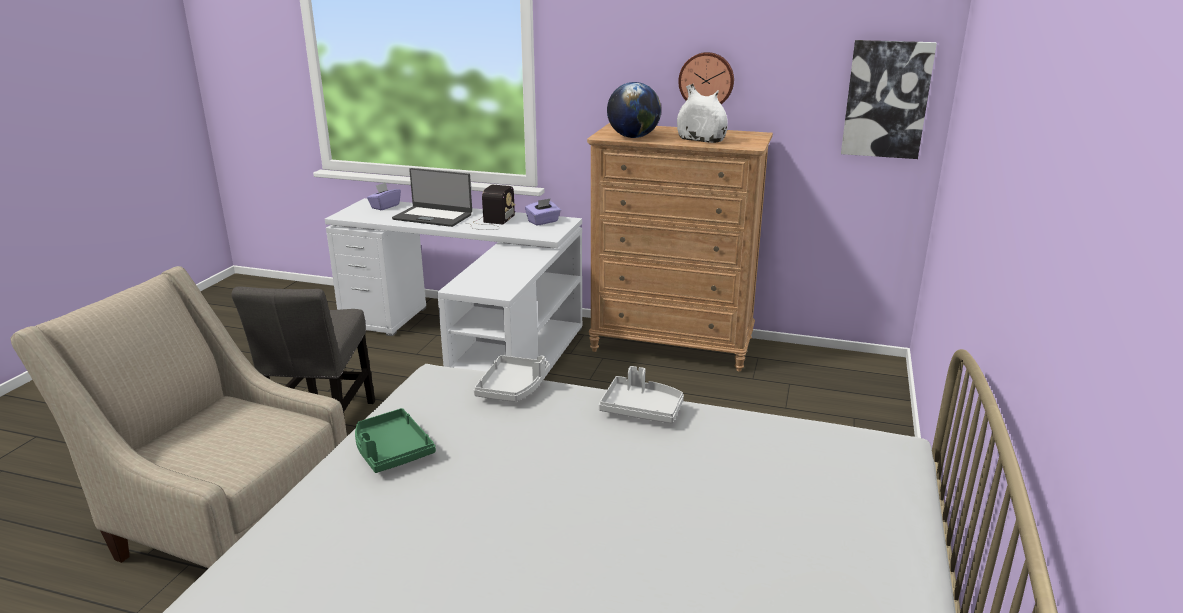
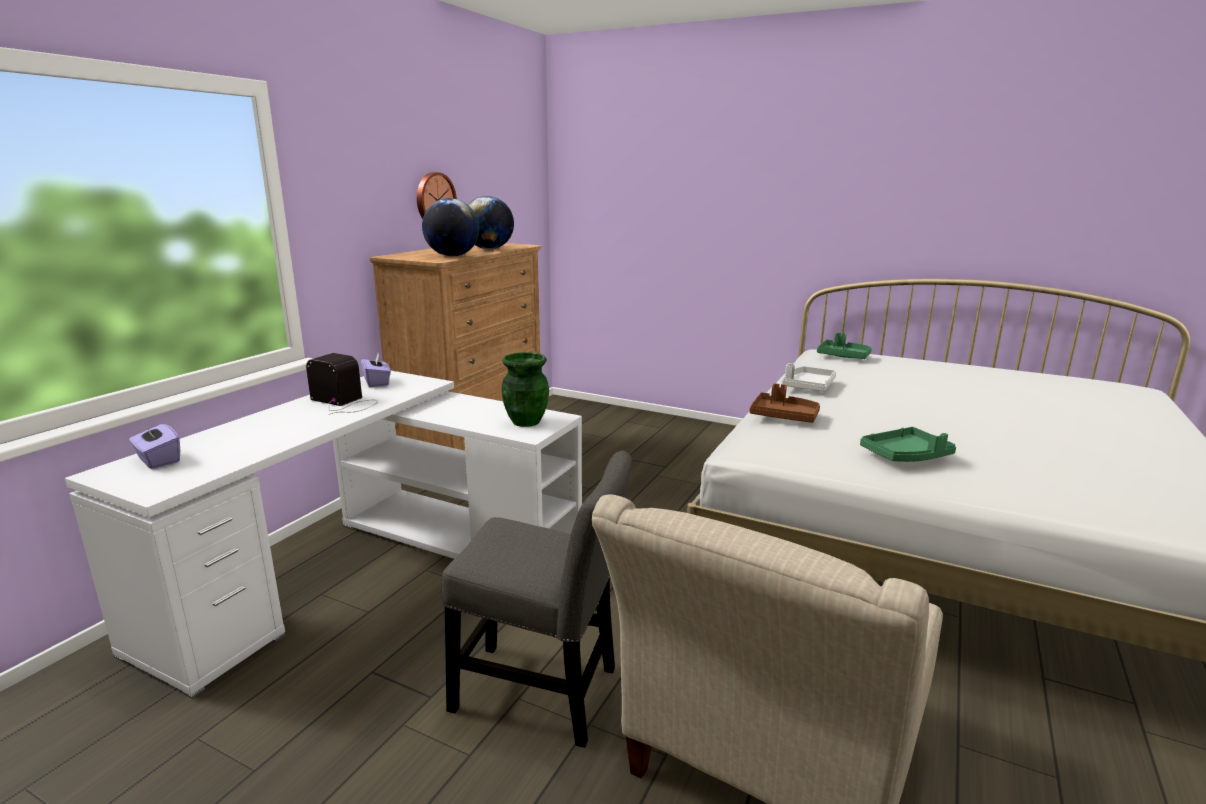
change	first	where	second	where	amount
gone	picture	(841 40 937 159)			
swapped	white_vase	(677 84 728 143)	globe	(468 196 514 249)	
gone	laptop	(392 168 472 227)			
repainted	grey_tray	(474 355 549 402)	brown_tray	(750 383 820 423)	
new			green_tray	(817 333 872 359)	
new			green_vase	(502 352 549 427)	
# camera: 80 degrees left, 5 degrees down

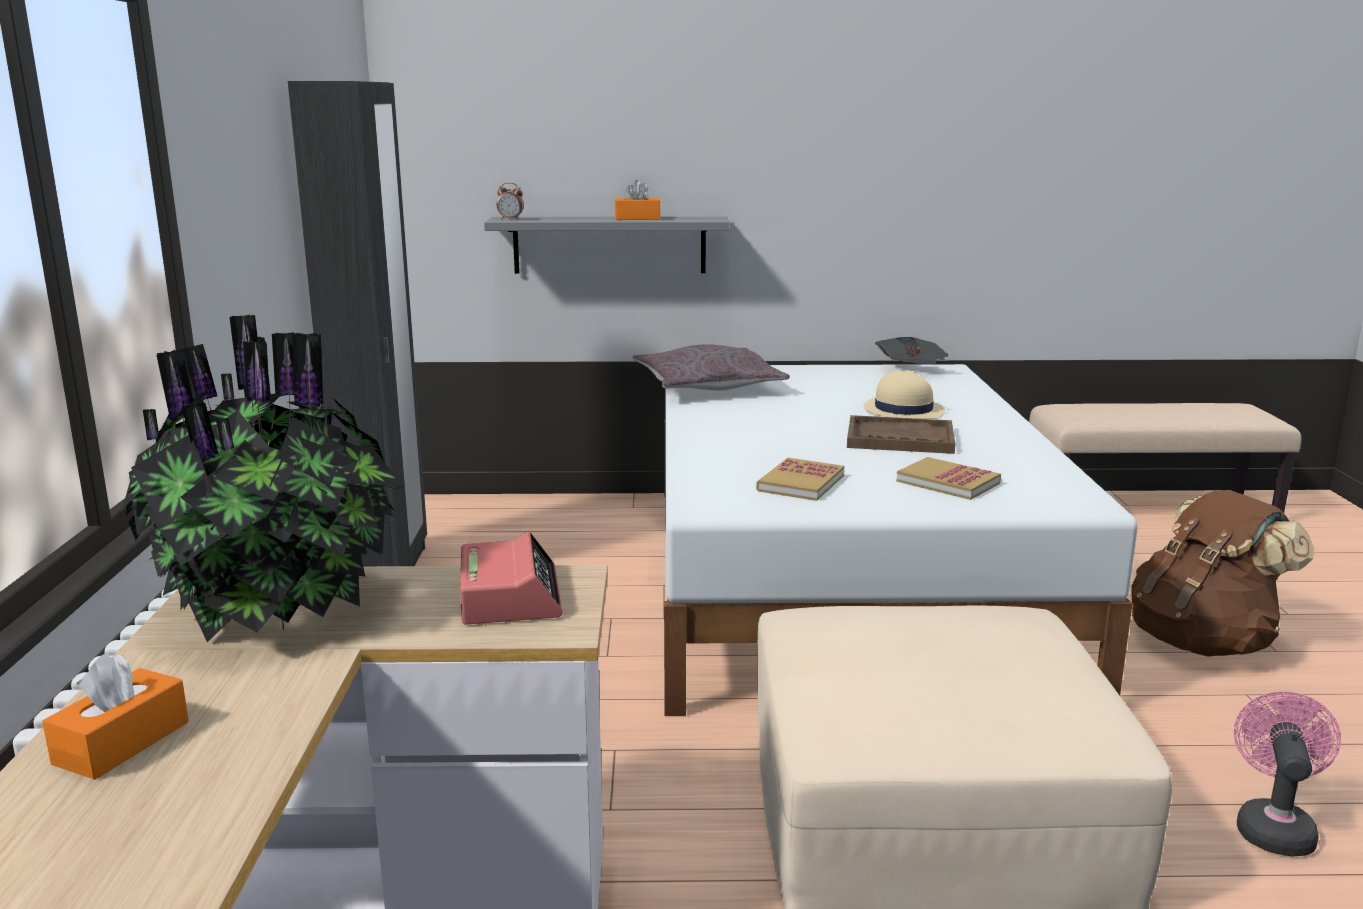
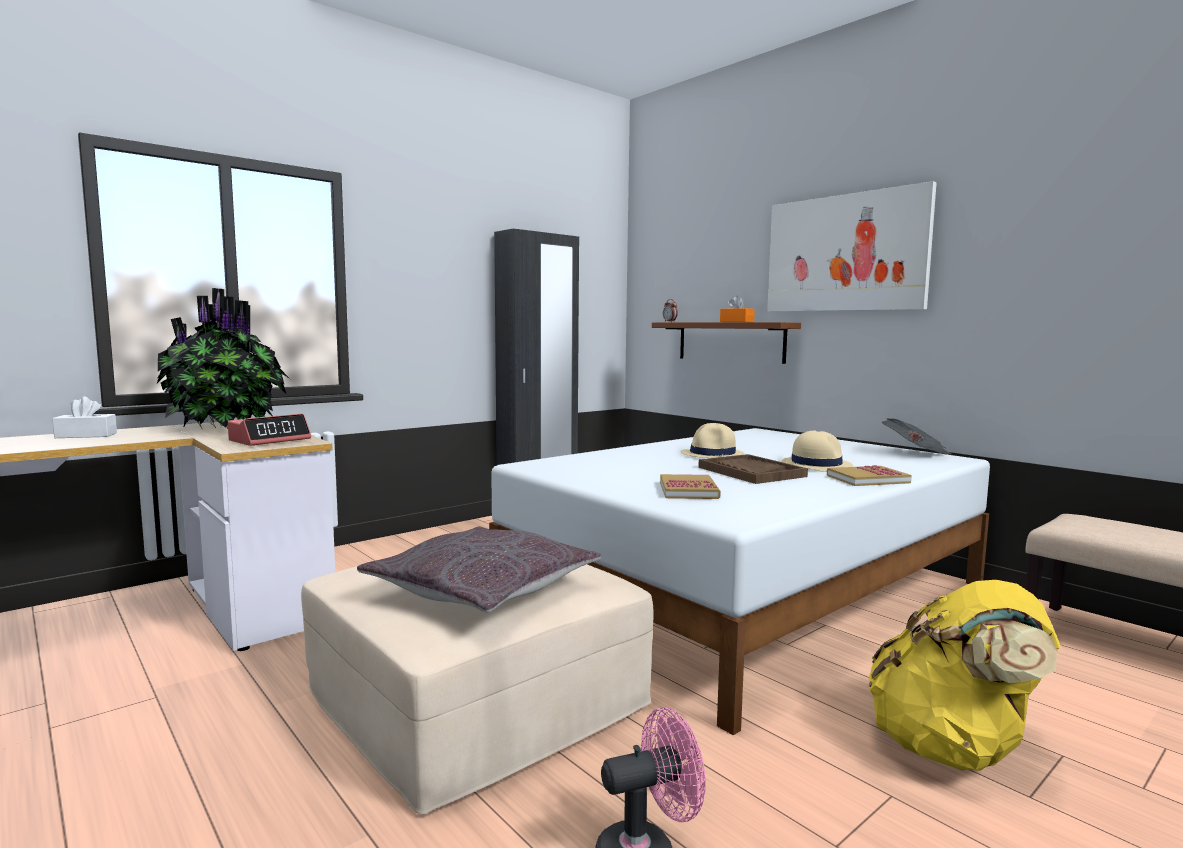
change	first	where	second	where	amount
repainted	grey_shelf	(484 217 729 274)	brown_shelf	(652 322 801 364)	
shifted	grey_pillow	(632 344 790 390)		(357 526 601 613)	
shifted	book	(756 458 844 501)		(827 465 912 486)	
repainted	brown_backpack	(1132 490 1314 657)	yellow_backpack	(868 580 1061 771)	
repainted	orange_tissue_box	(42 653 189 780)	white_tissue_box	(52 396 117 438)	
new			picture	(767 181 937 312)	
new			beige_hat	(681 423 745 458)	
# camera: 50 degrees right, 10 degrees down

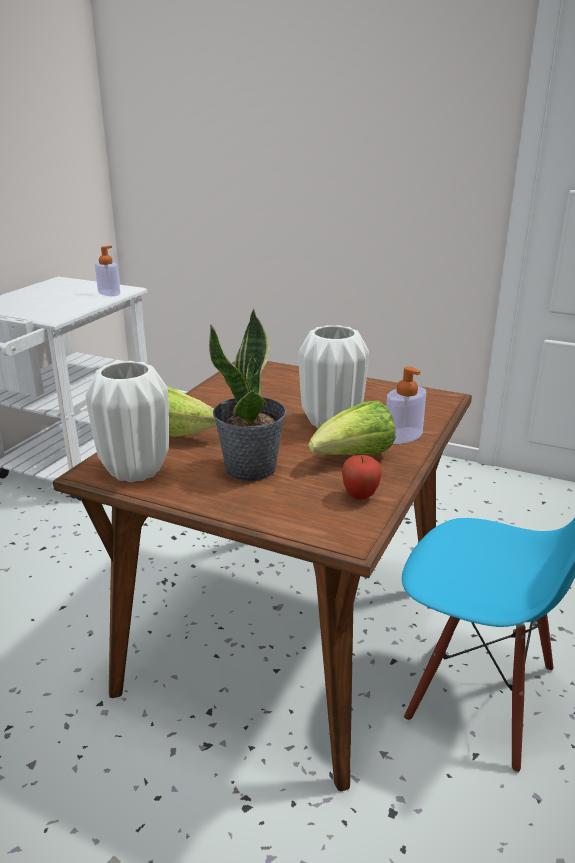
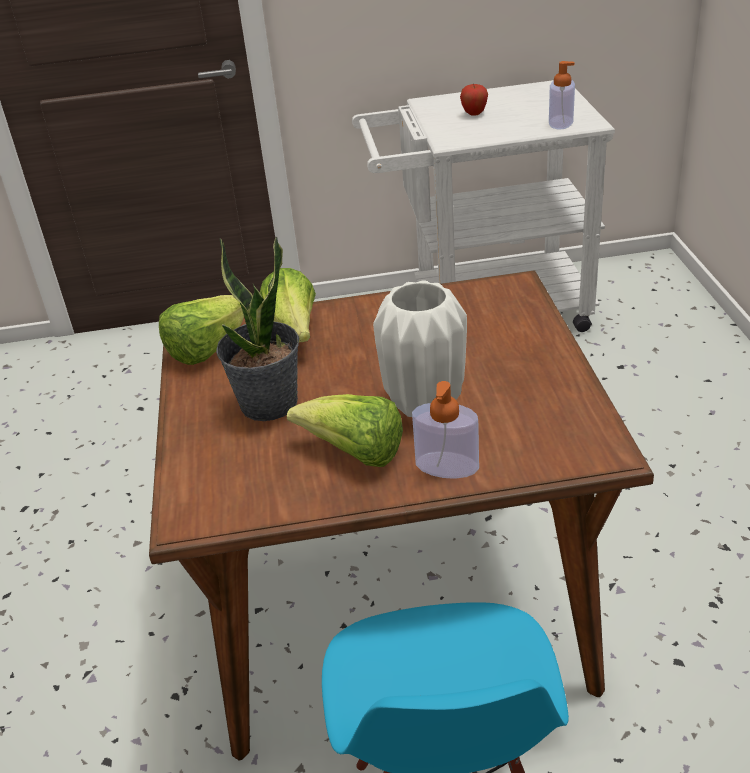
change	first	where	second	where	amount
swapped	white_vase	(86 361 169 482)	lettuce	(159 295 244 365)	
shifted	apple	(342 455 382 500)		(460 84 488 115)	
# camera: 60 degrees right, 10 degrees up

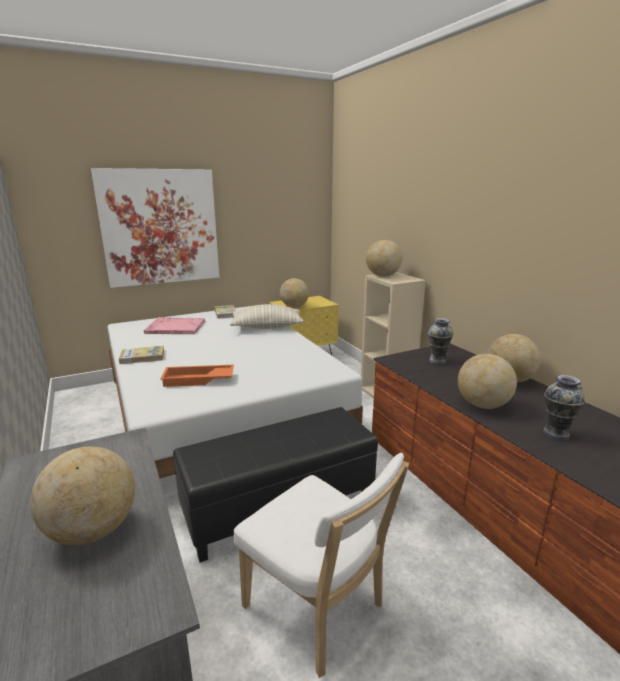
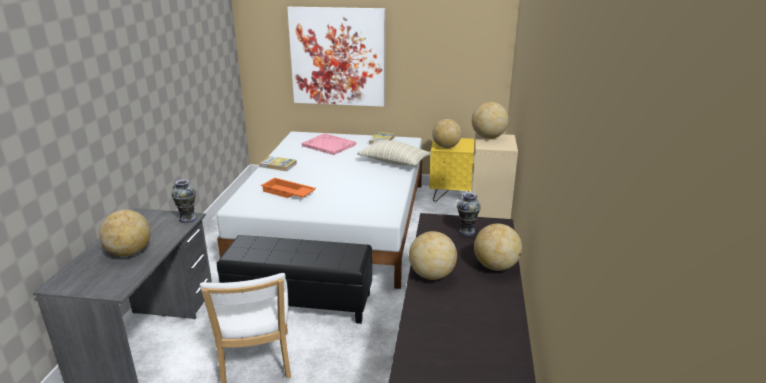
change	first	where	second	where	amount
shifted	vase	(543 375 585 441)		(172 179 197 223)	
# camera: 35 degrees right, 5 degrees up

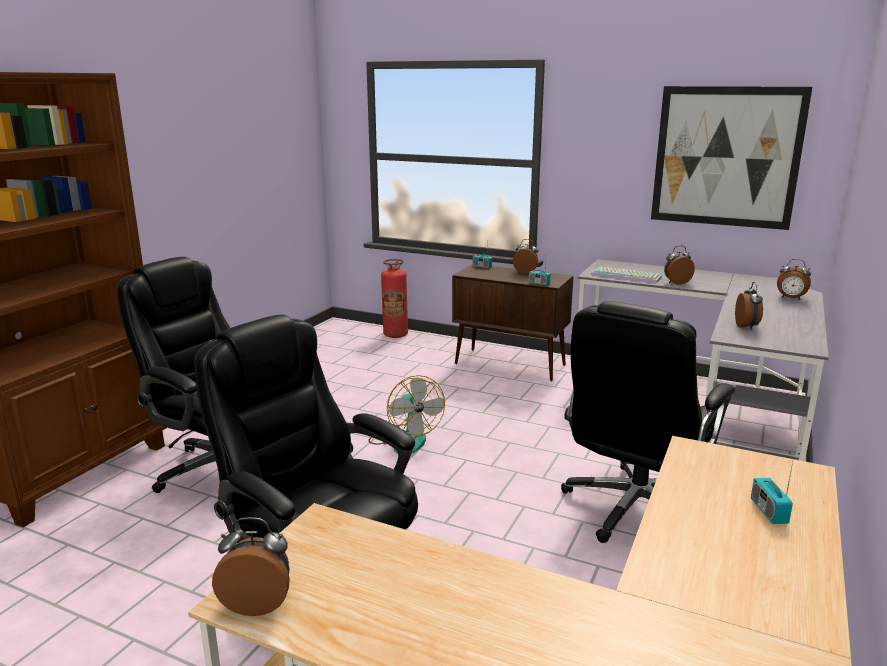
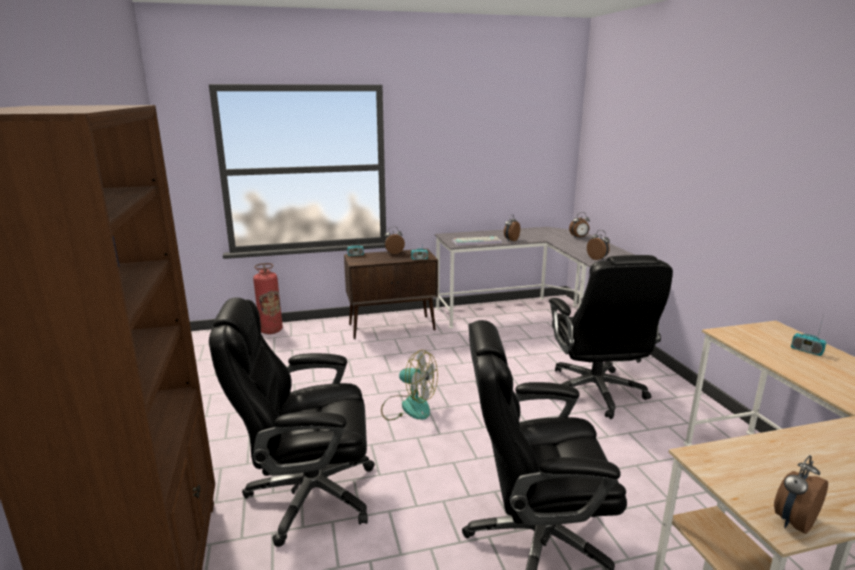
change	first	where	second	where	amount
gone	picture	(651 86 812 230)			
# camera: 40 degrees left, 0 degrees up

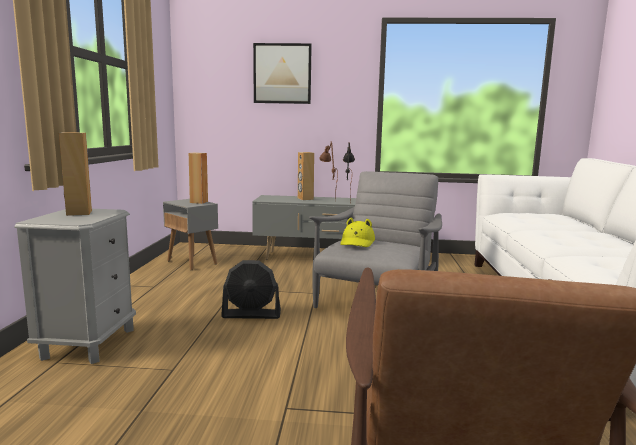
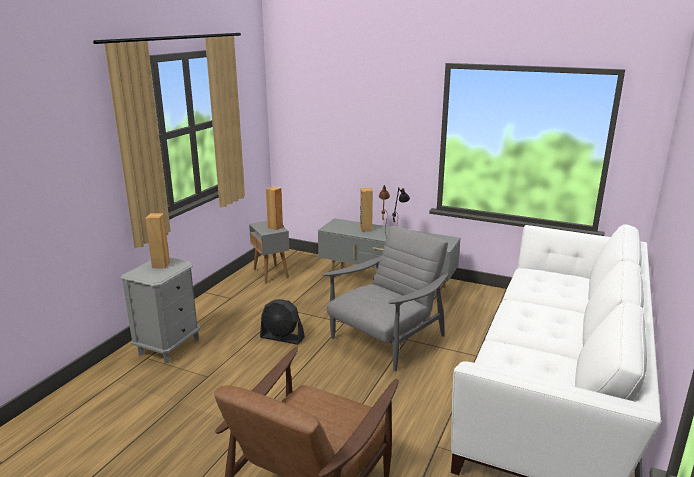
change	first	where	second	where	amount
gone	picture	(253 43 312 104)			
gone	yellow_hat	(340 217 375 247)			
# camera: 20 degrees right, 10 degrees up

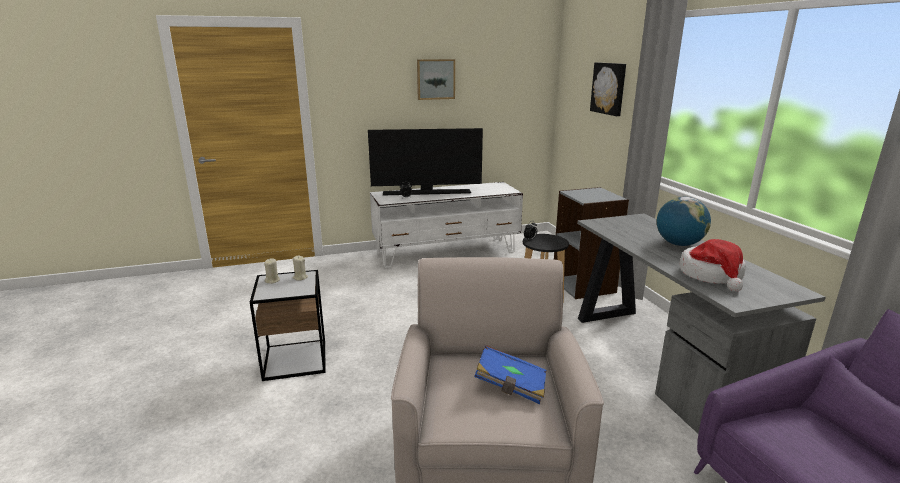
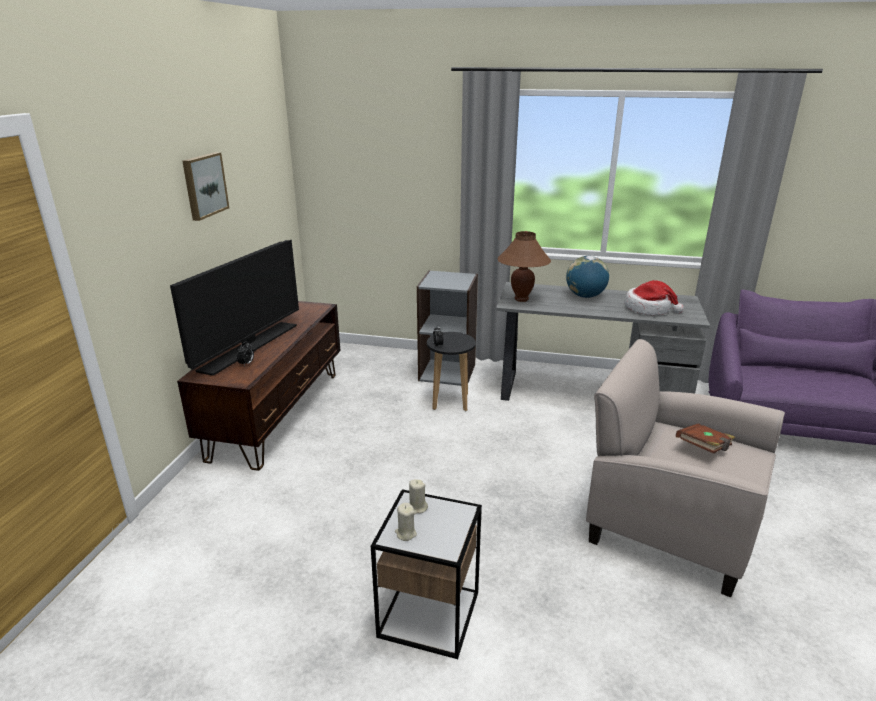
change	first	where	second	where	amount
gone	picture	(590 62 626 116)			
repainted	white_tv_stand	(370 182 523 268)	brown_tv_stand	(177 301 340 471)	
repainted	blue_book	(474 345 546 404)	brown_book	(676 423 735 454)	
new			brown_table_lamp	(497 231 551 302)	
# camera: 60 degrees left, 5 degrees up

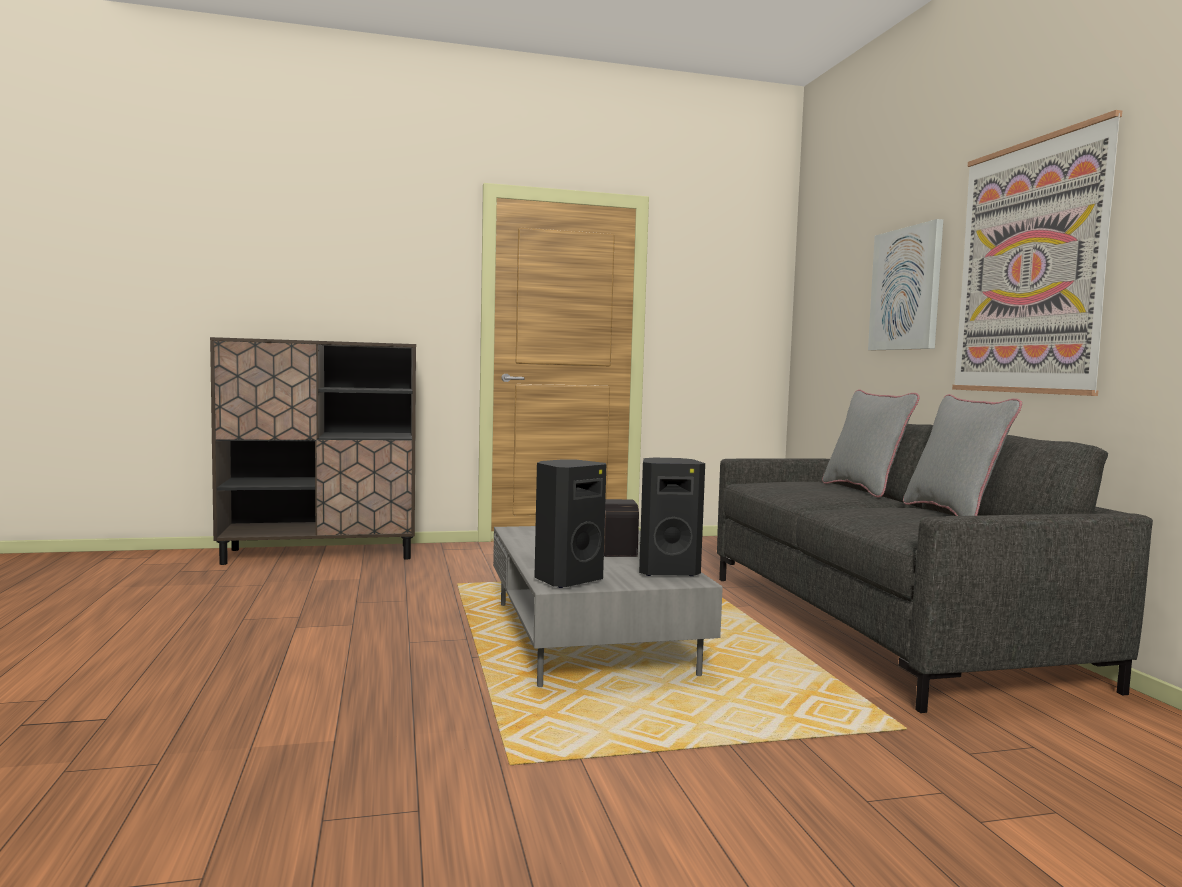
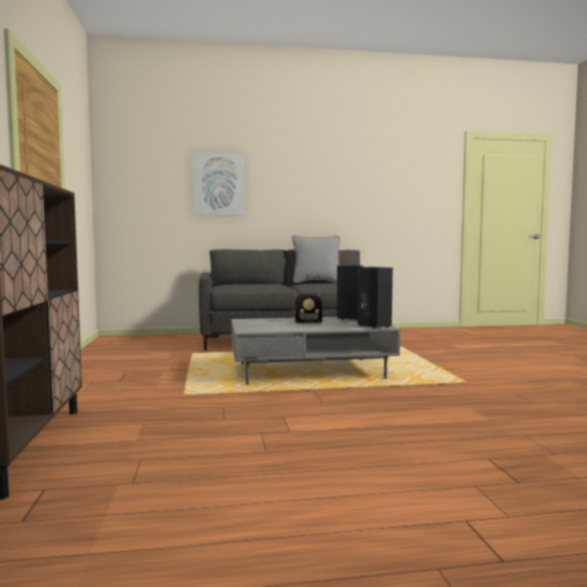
change	first	where	second	where	amount
gone	picture	(952 110 1122 396)			
gone	grey_pillow	(822 389 920 498)			
# camera: 85 degrees left, 0 degrees up

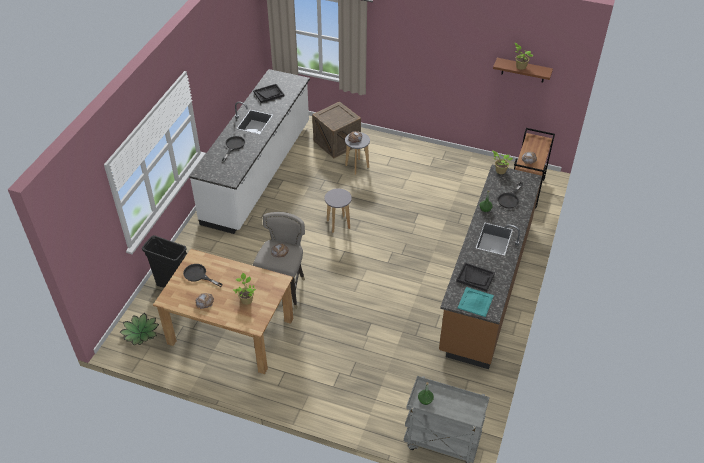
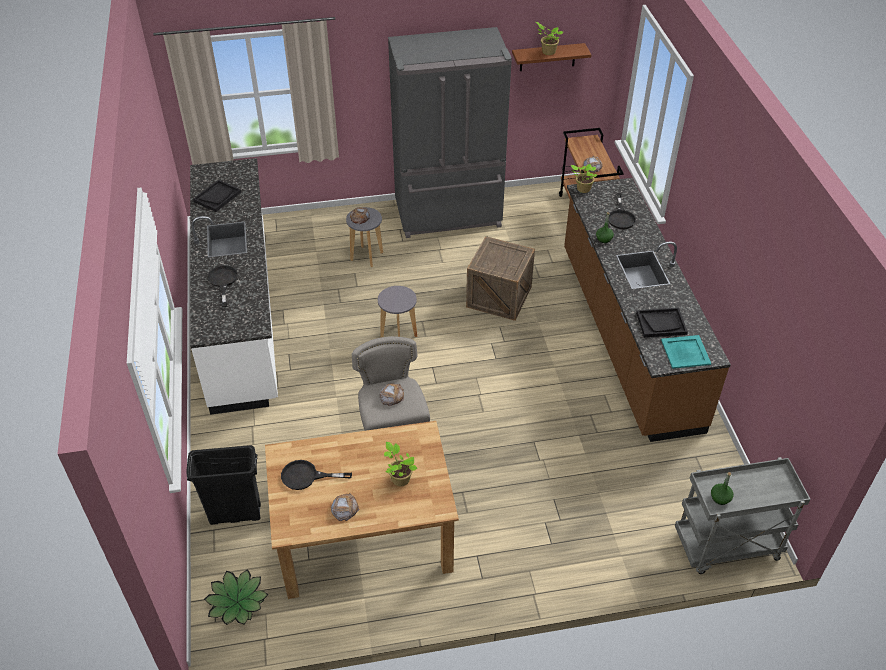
change	first	where	second	where	amount
shifted	crate	(312 101 361 158)		(466 236 535 321)	
new			grey_fridge	(388 27 512 238)	
# camera: 30 degrees left, 0 degrees up

